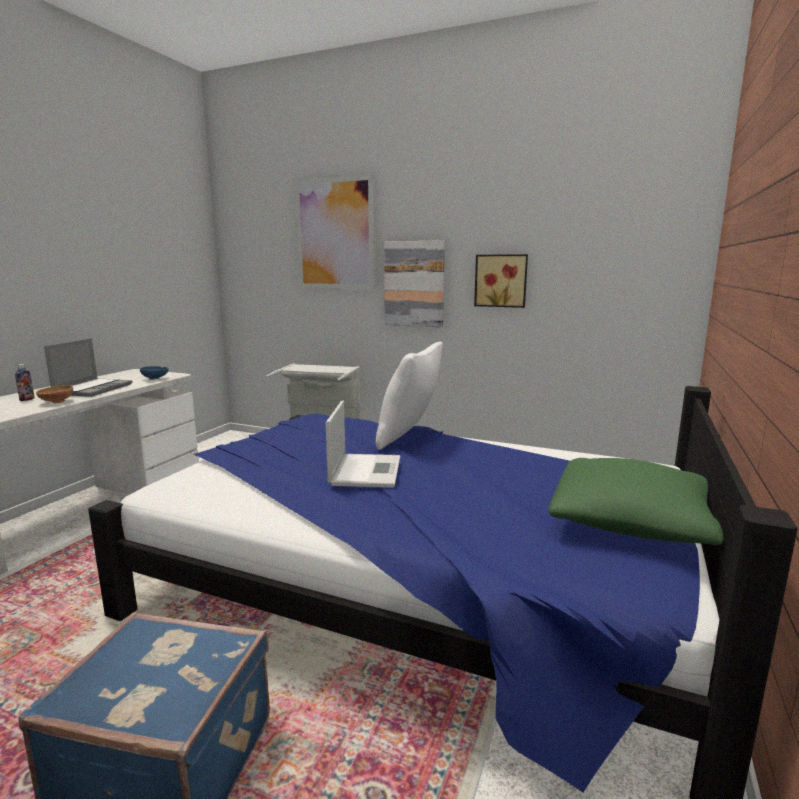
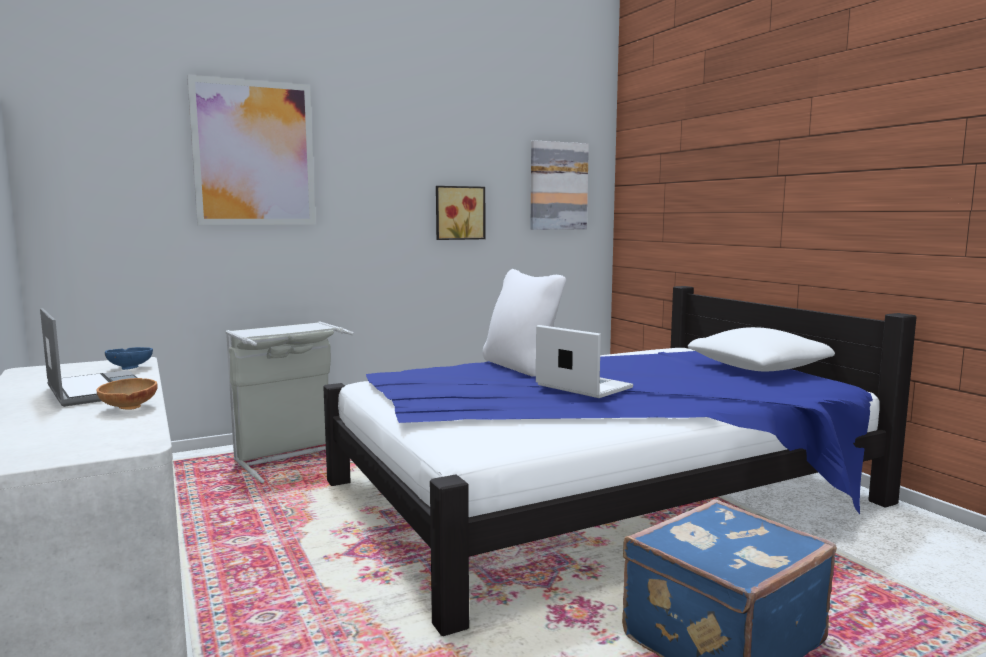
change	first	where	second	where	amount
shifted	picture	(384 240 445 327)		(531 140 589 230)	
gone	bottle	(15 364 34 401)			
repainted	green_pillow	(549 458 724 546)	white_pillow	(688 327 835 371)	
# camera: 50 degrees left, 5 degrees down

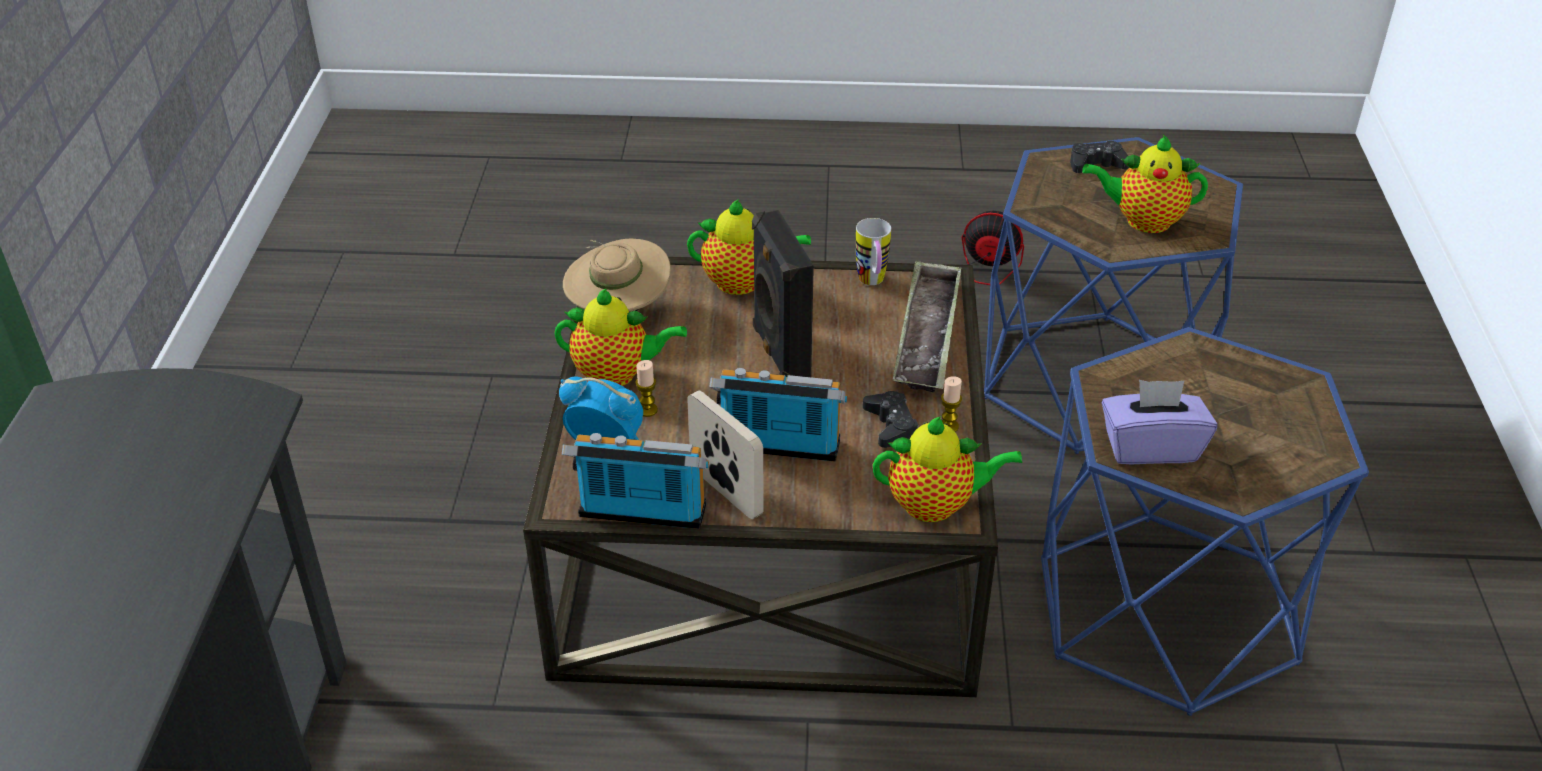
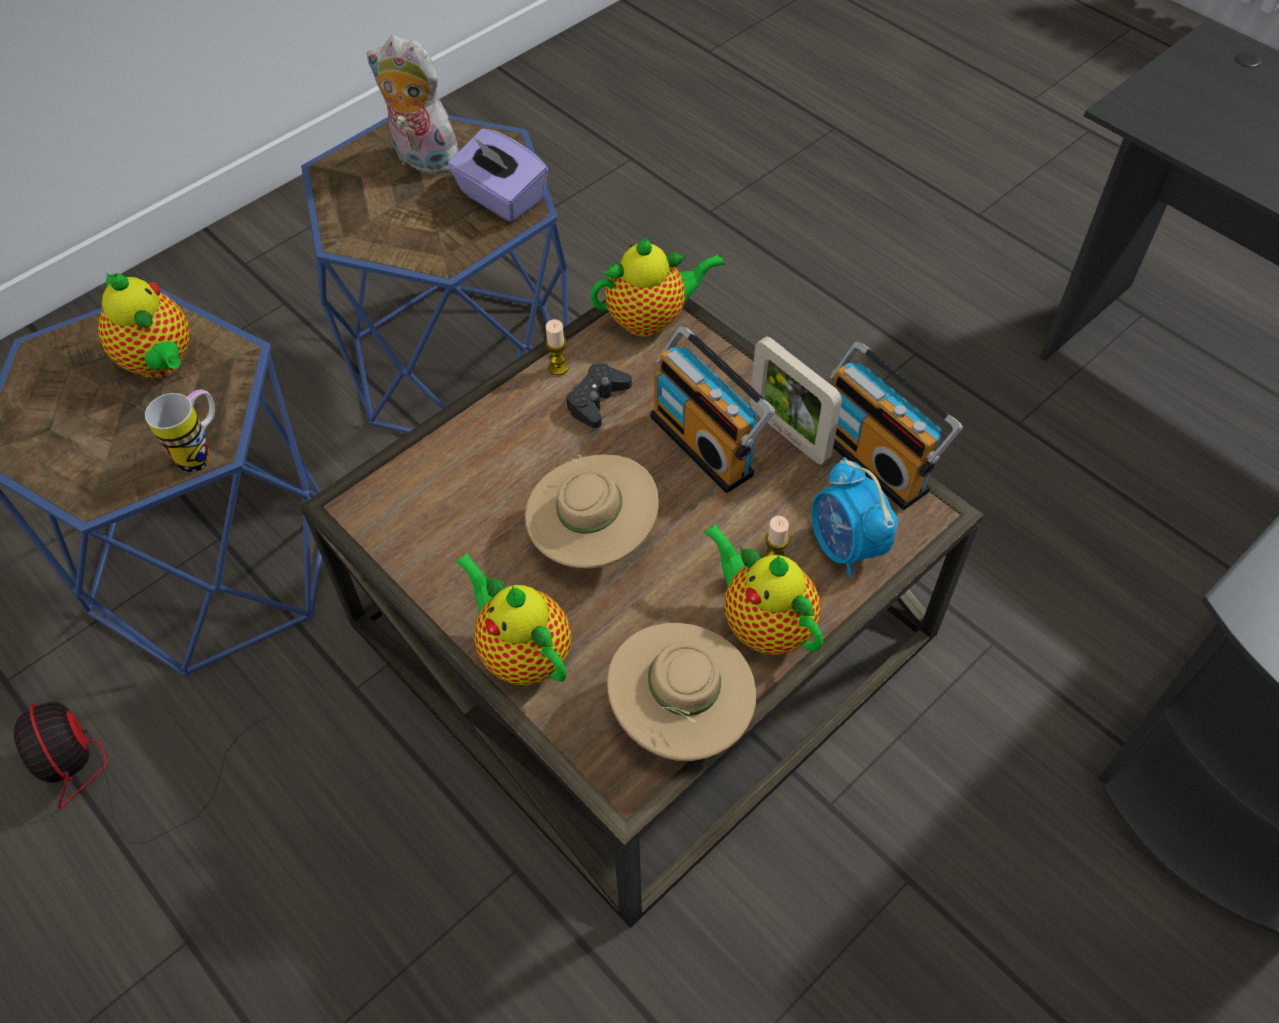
change	first	where	second	where	amount
gone	black_game_controller	(1070 141 1130 173)			
swapped	black_speaker	(752 210 814 377)	beige_hat	(525 454 659 568)	
shifted	mug	(855 218 891 285)		(145 390 215 473)	
gone	tray	(892 260 961 393)			
rotated	picture_frame	(687 390 764 519)		(750 337 842 464)	45 degrees counterclockwise
rotated	teapot	(873 416 1023 522)		(590 237 725 337)	120 degrees clockwise
new			plush_toy	(367 35 459 174)	
# camera: 135 degrees left, 15 degrees up

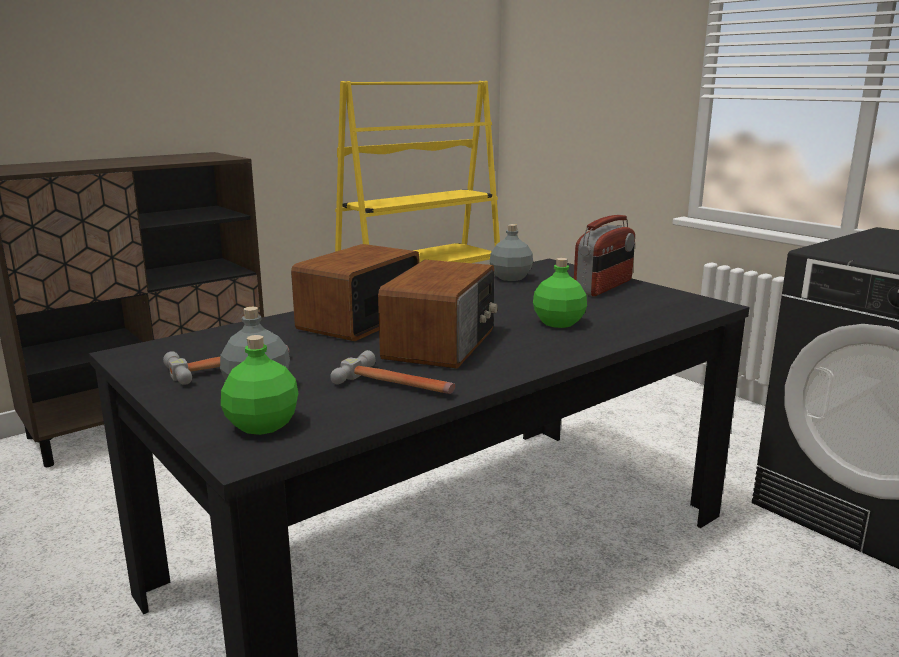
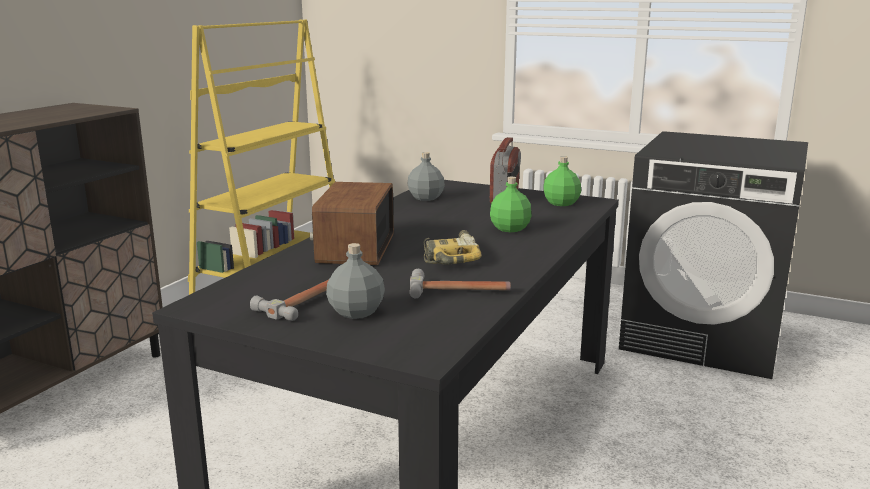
change	first	where	second	where	amount
swapped	radio	(378 260 498 369)	power_drill	(424 230 481 265)	
shifted	green_bottle	(221 335 298 435)		(543 156 581 206)	
# camera: 25 degrees left, 0 degrees up

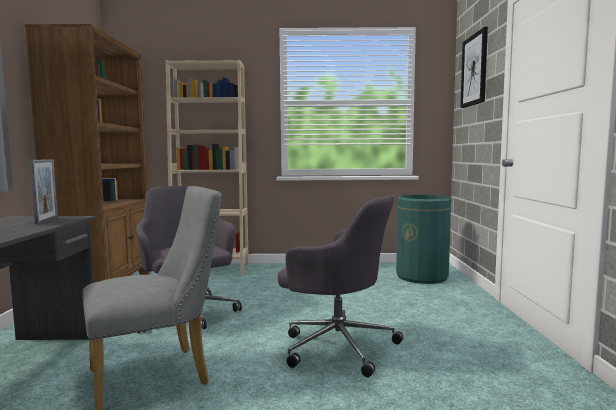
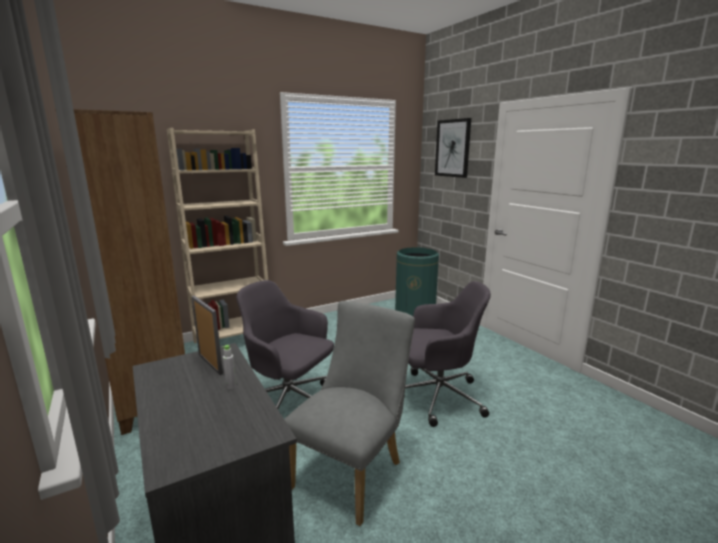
change	first	where	second	where	amount
new			grey_bottle	(222 345 236 389)	
# camera: 30 degrees left, 10 degrees up

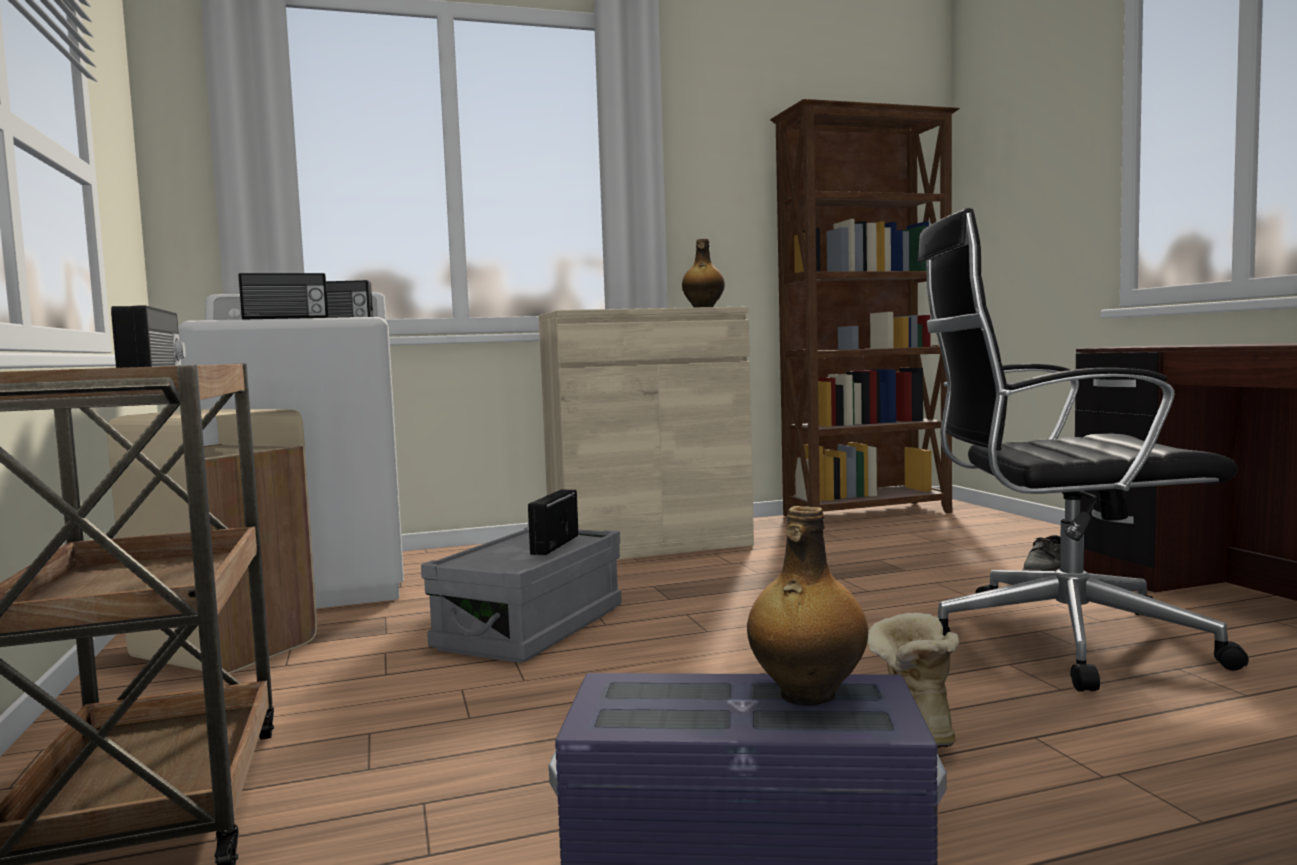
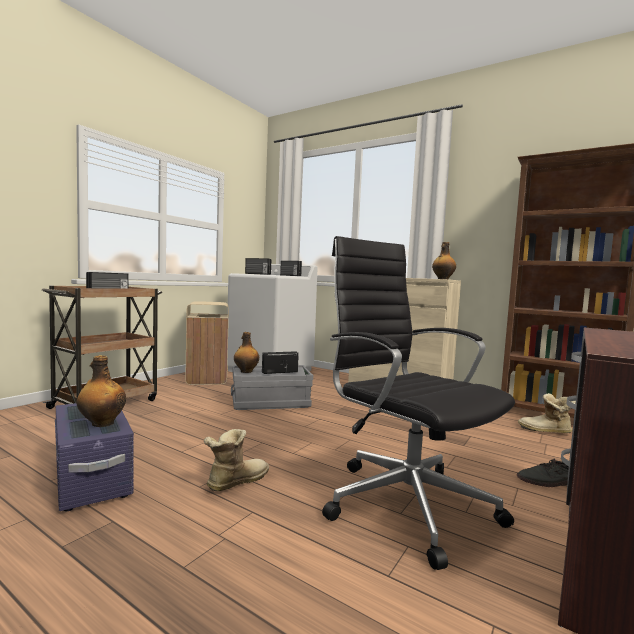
change	first	where	second	where	amount
new			bottle	(234 332 259 373)	
new			boot	(518 393 576 433)	
# camera: 50 degrees right, 0 degrees up

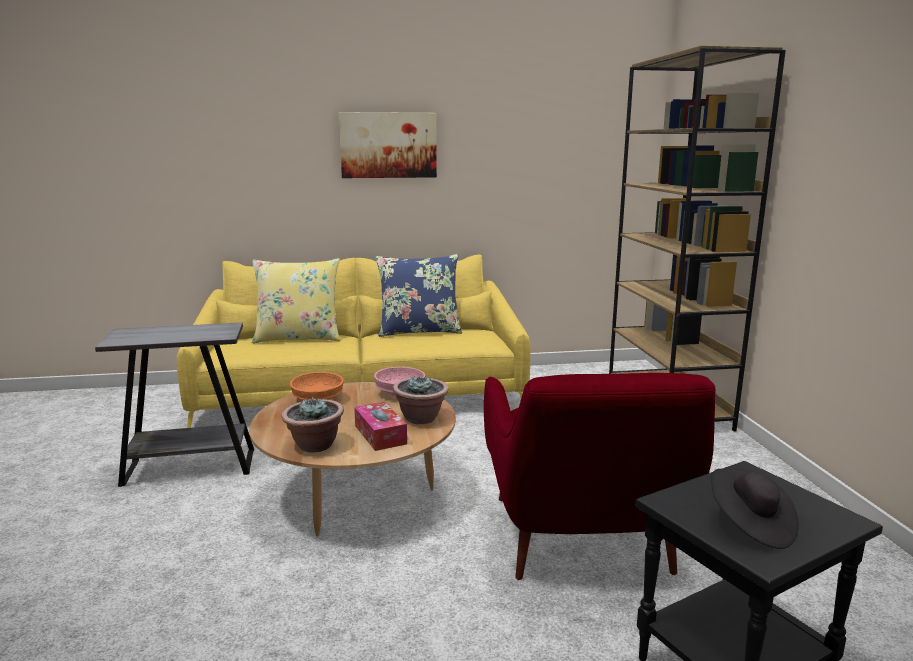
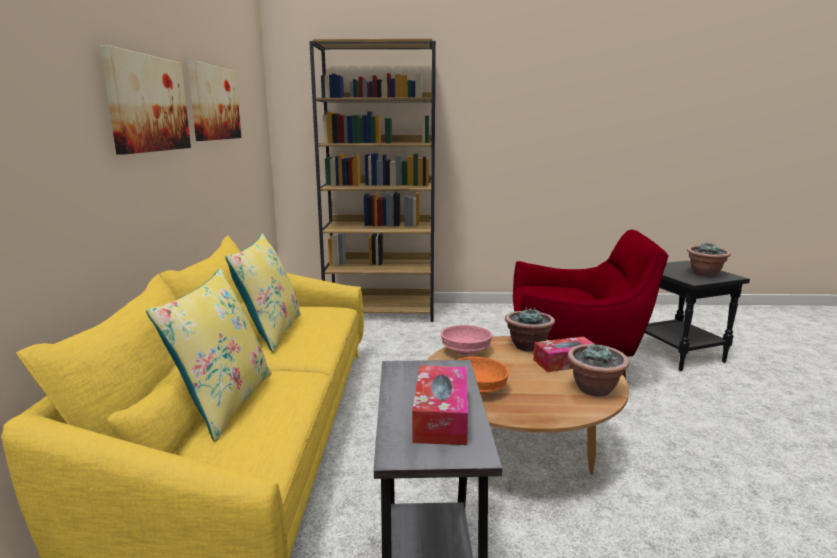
change	first	where	second	where	amount
repainted	blue_pillow	(376 254 462 337)	yellow_pillow	(225 234 301 352)	
swapped	black_hat	(711 468 799 549)	potted_plant	(687 243 731 277)	
new			picture	(187 60 241 141)	
new			tissue_box	(412 365 468 445)	
# camera: 80 degrees left, 0 degrees up

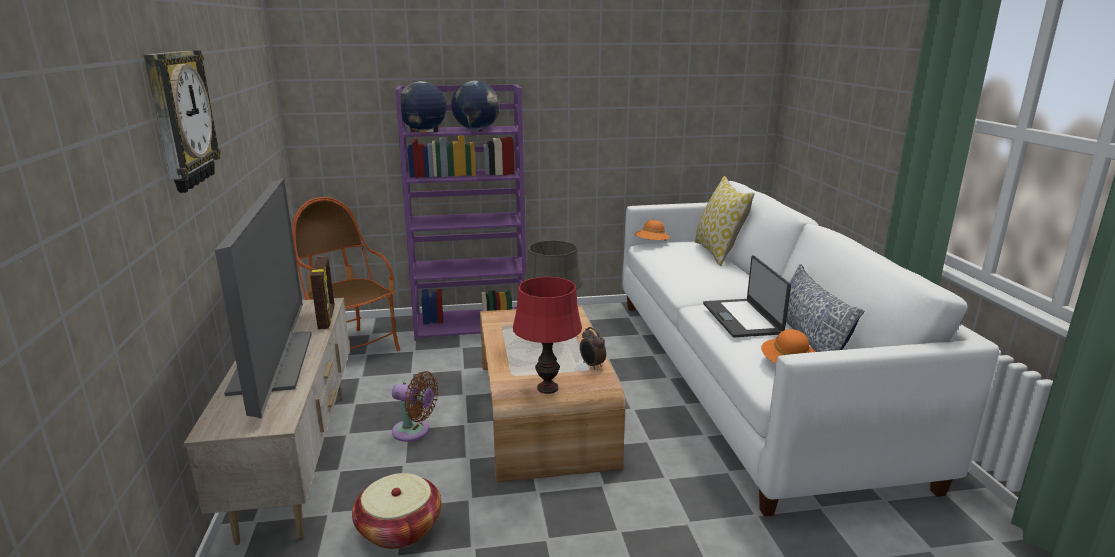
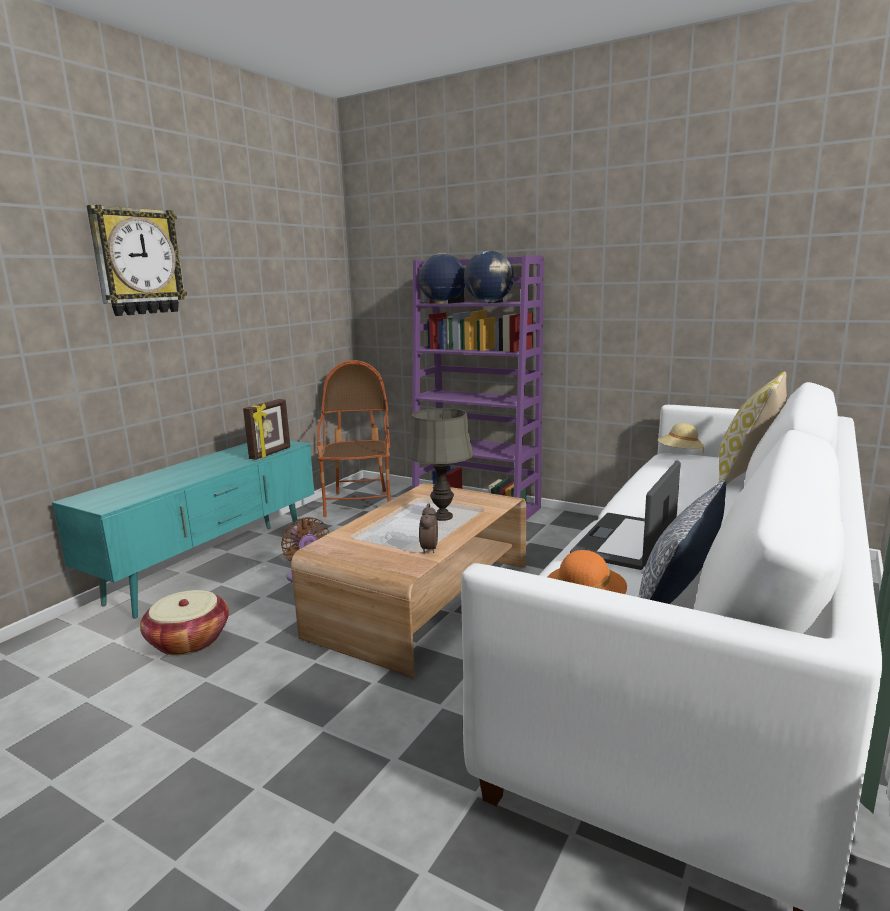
change	first	where	second	where	amount
gone	television	(215 178 312 418)			
repainted	orange_hat	(635 220 670 241)	beige_hat	(658 423 705 453)	
gone	red_table_lamp	(513 277 582 394)			
repainted	beige_tv_stand	(183 298 350 545)	turquoise_tv_stand	(52 441 314 619)	
# camera: 40 degrees right, 5 degrees down

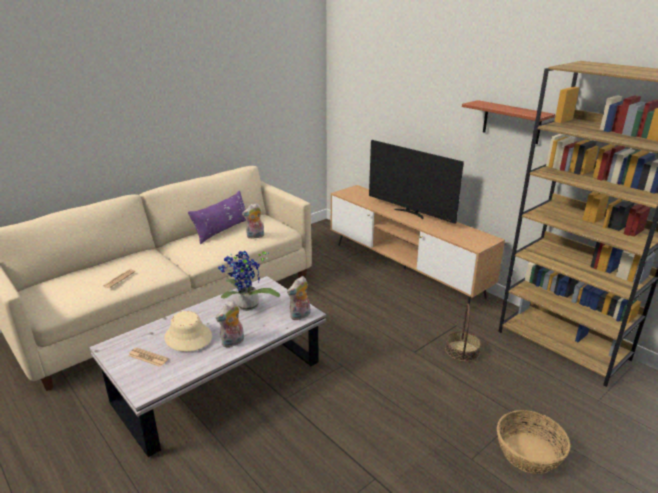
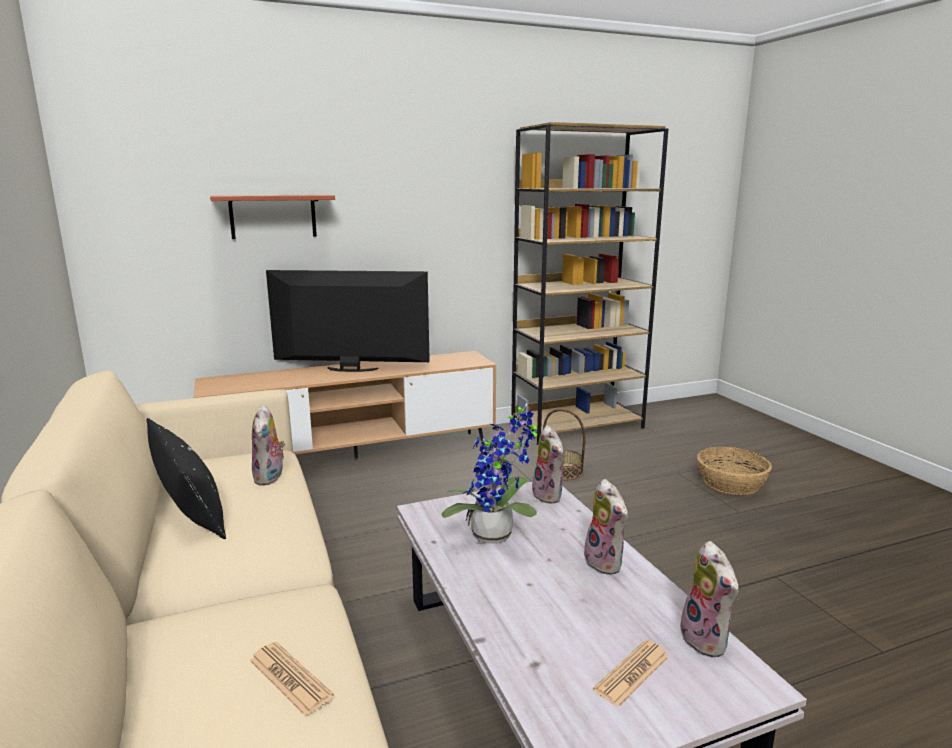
change	first	where	second	where	amount
shifted	shelf	(462 100 555 144)		(210 195 335 239)	
rotated	television	(369 140 464 224)		(266 270 430 372)	150 degrees counterclockwise
repainted	purple_pillow	(188 191 246 244)	black_pillow	(147 418 226 539)	
gone	beige_hat	(164 311 212 352)			
new			plush_toy	(680 541 739 657)	
# camera: 70 degrees left, 10 degrees down

